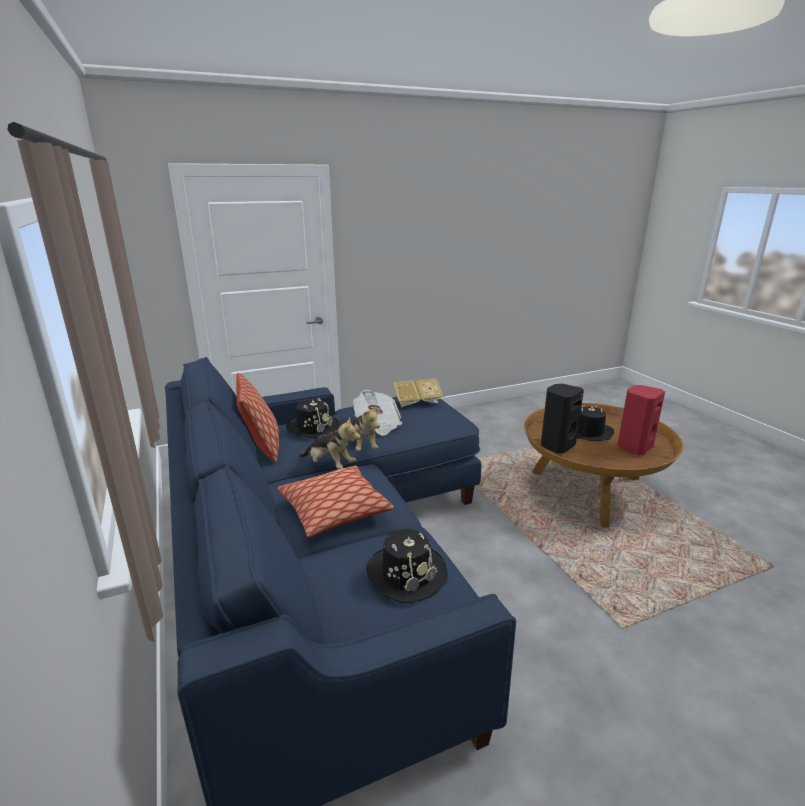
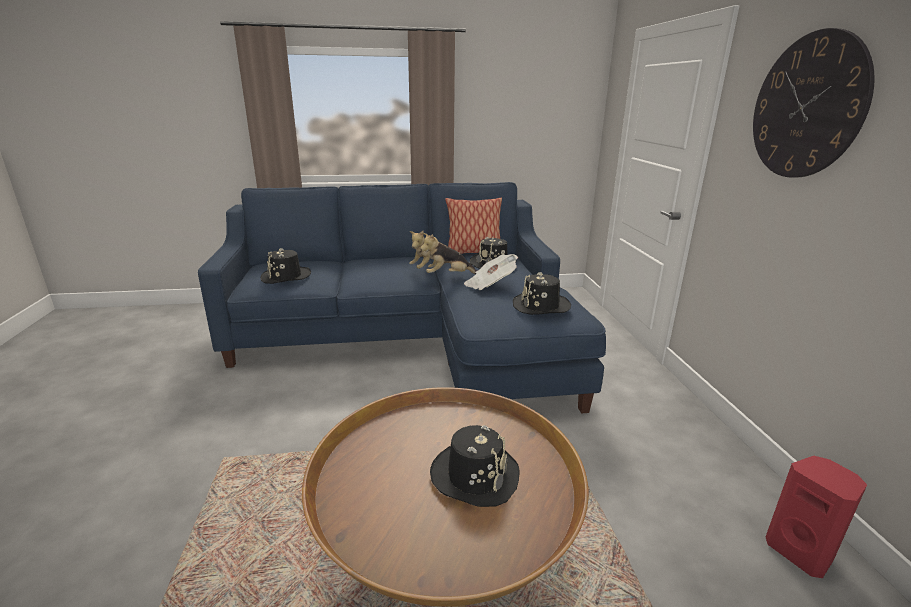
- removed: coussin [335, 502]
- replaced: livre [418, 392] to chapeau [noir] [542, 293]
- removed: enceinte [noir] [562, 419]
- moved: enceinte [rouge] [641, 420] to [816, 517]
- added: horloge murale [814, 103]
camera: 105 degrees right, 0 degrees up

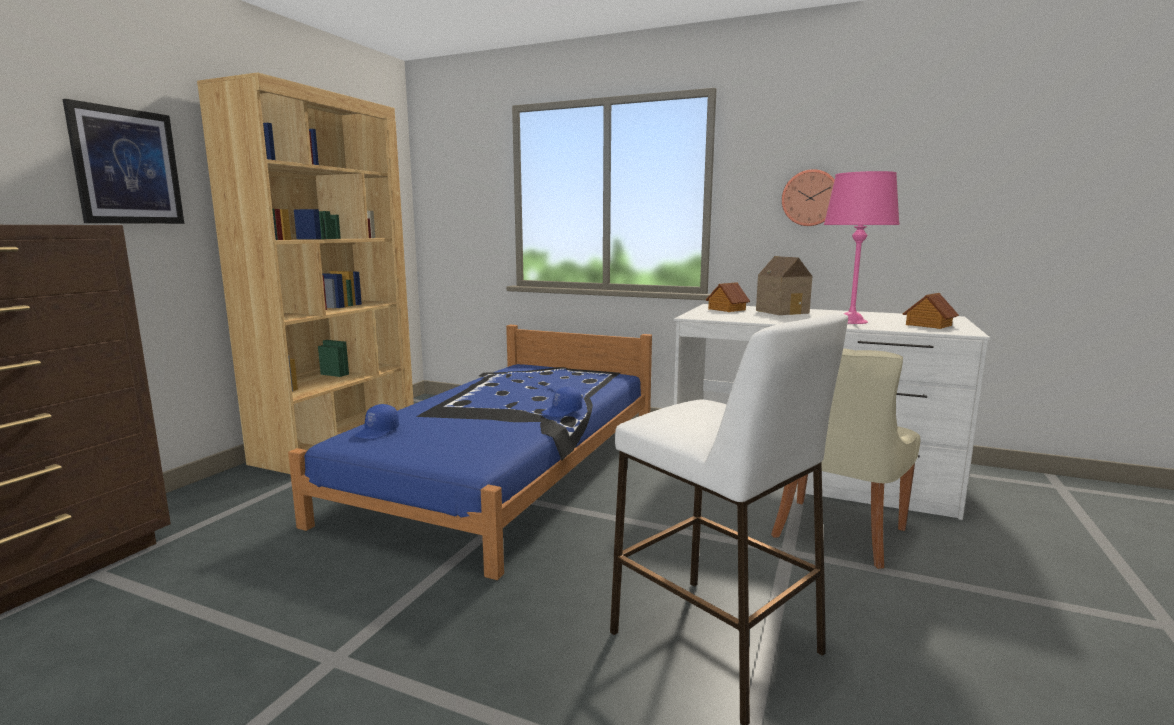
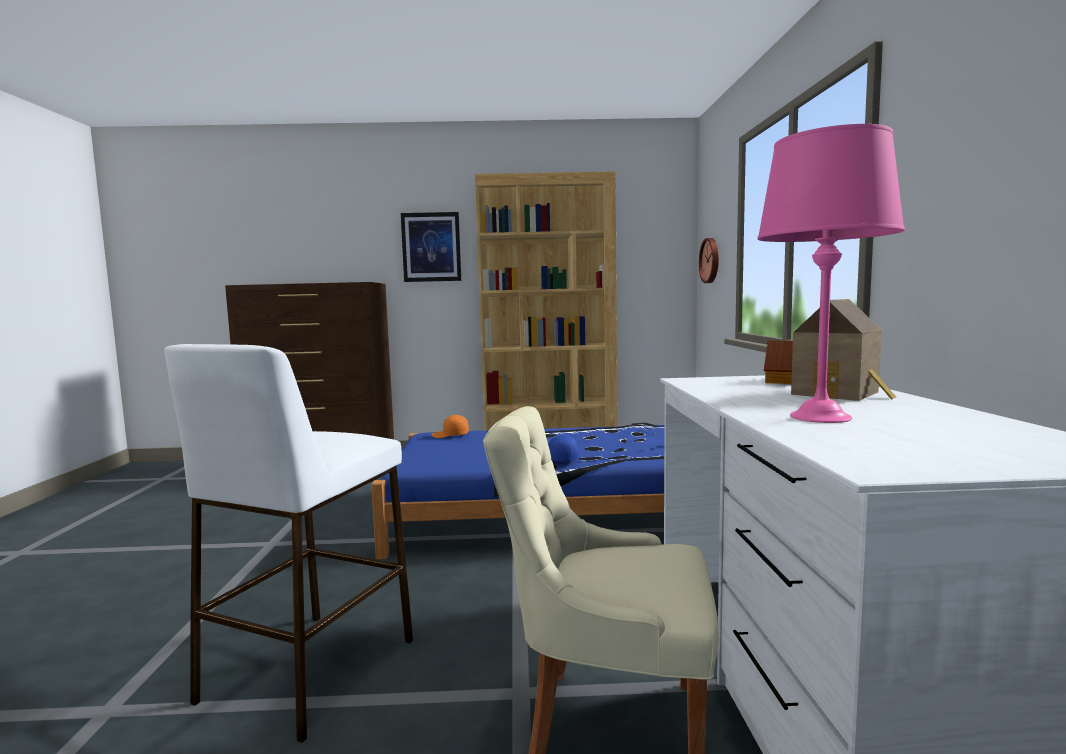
- recoloured: casquette [bleu] [376, 421] to casquette [orange] [450, 426]
- moved: horloge murale [808, 197] to [709, 260]
- removed: maison miniature [931, 311]
camera: 65 degrees right, 5 degrees down

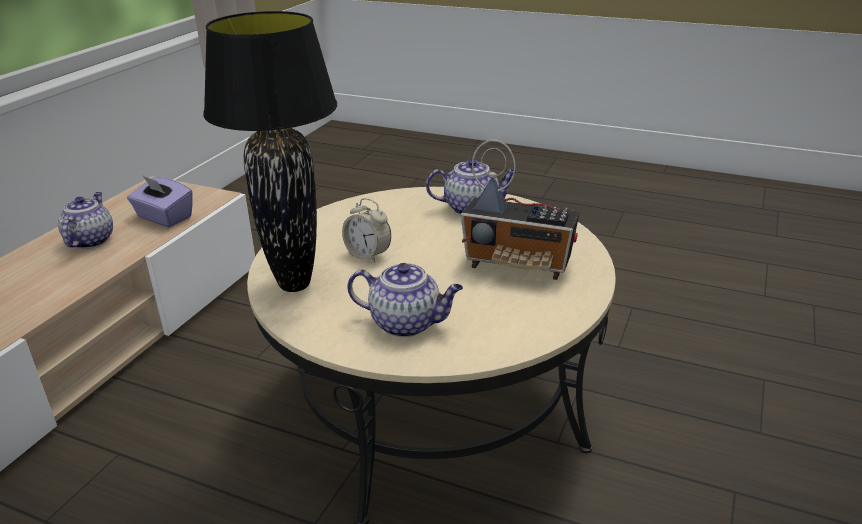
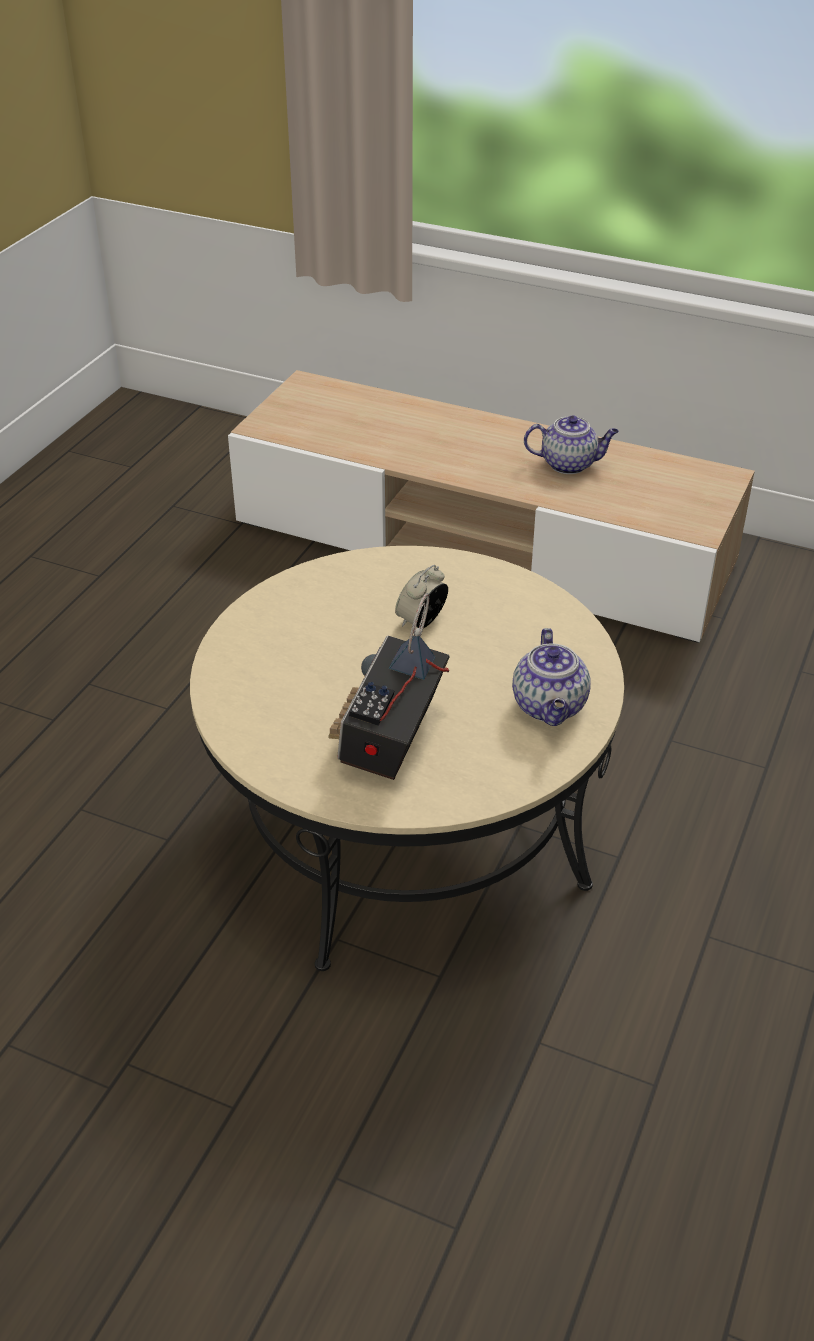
- removed: boîte à mouchoirs [violet] [160, 201]
- removed: lampe de table [noir] [270, 151]
- removed: théière [405, 300]
camera: 90 degrees right, 10 degrees up

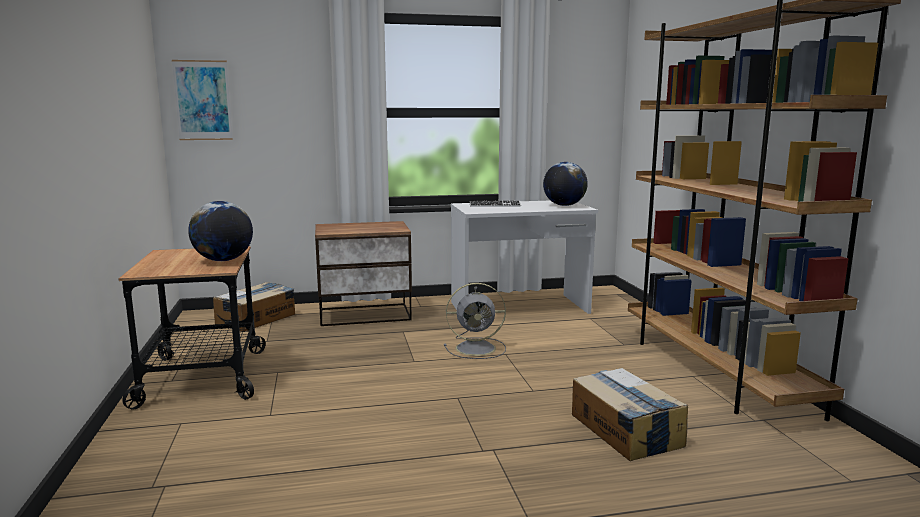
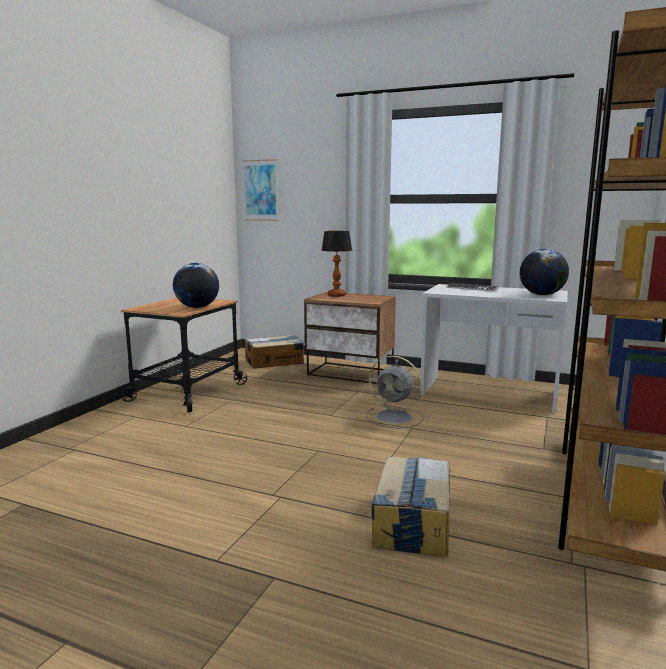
- added: lampe de table [336, 264]
camera: 35 degrees right, 0 degrees up

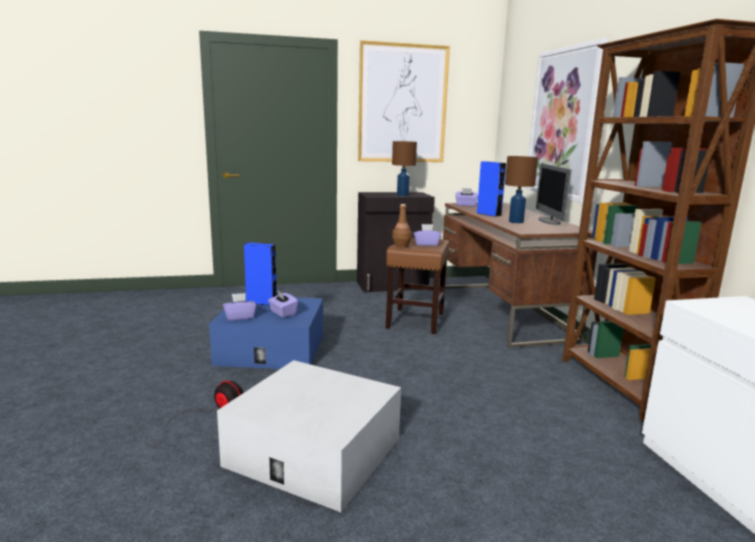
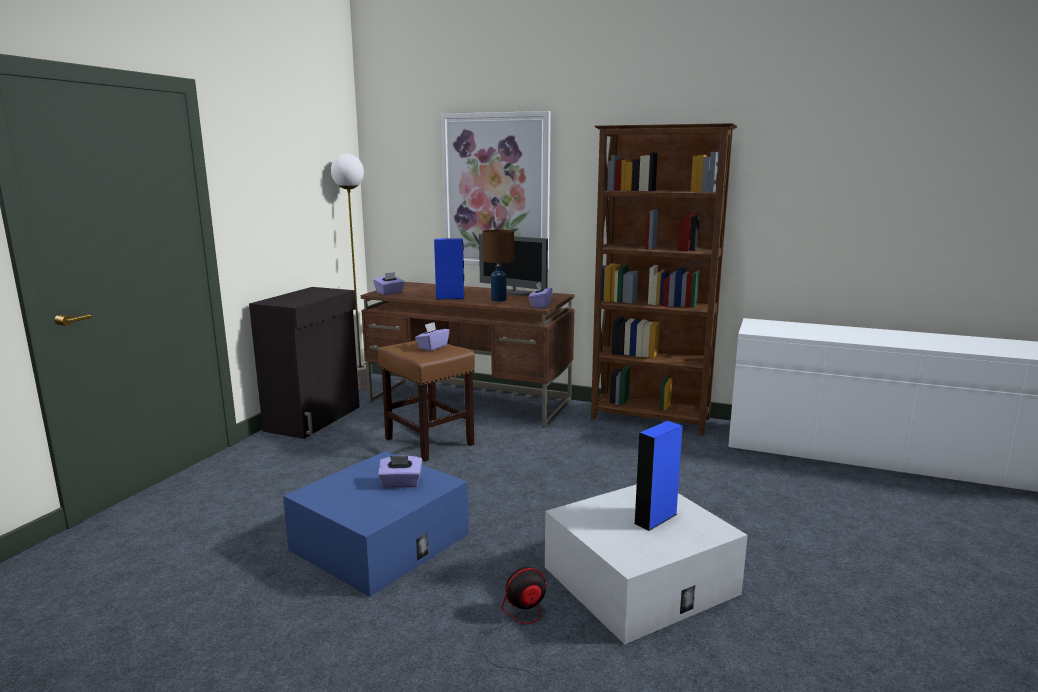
- moved: boîte à mouchoirs [violet] [239, 307] to [541, 295]
- moved: enceinte [bleu] [260, 274] to [658, 476]
- removed: tableau [404, 101]
- removed: lampe de table [marron] [404, 168]
- removed: bouteille [marron] [402, 225]
- added: lampadaire [349, 271]
camera: 55 degrees left, 0 degrees up

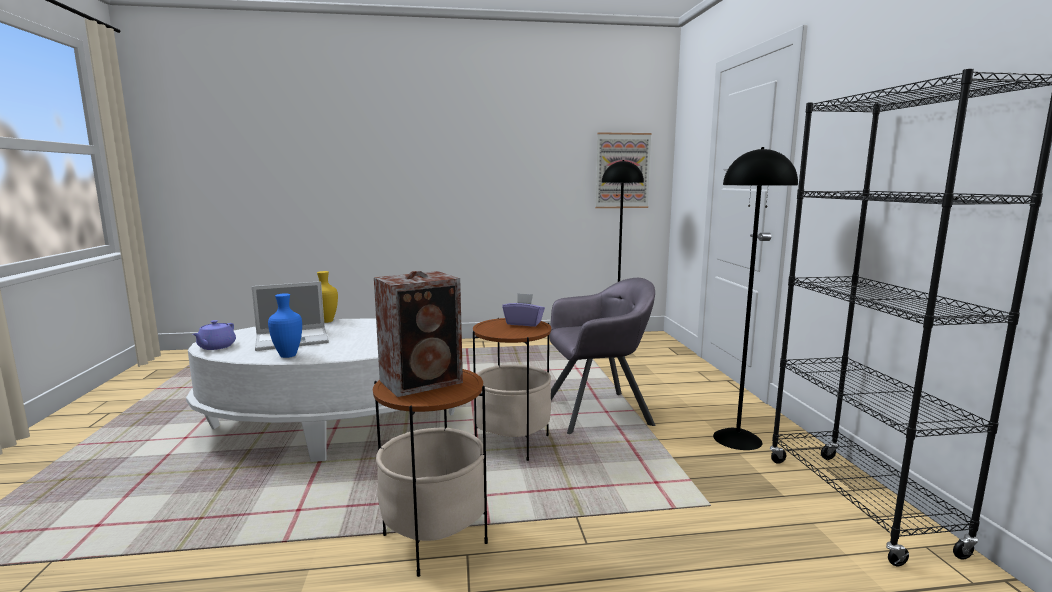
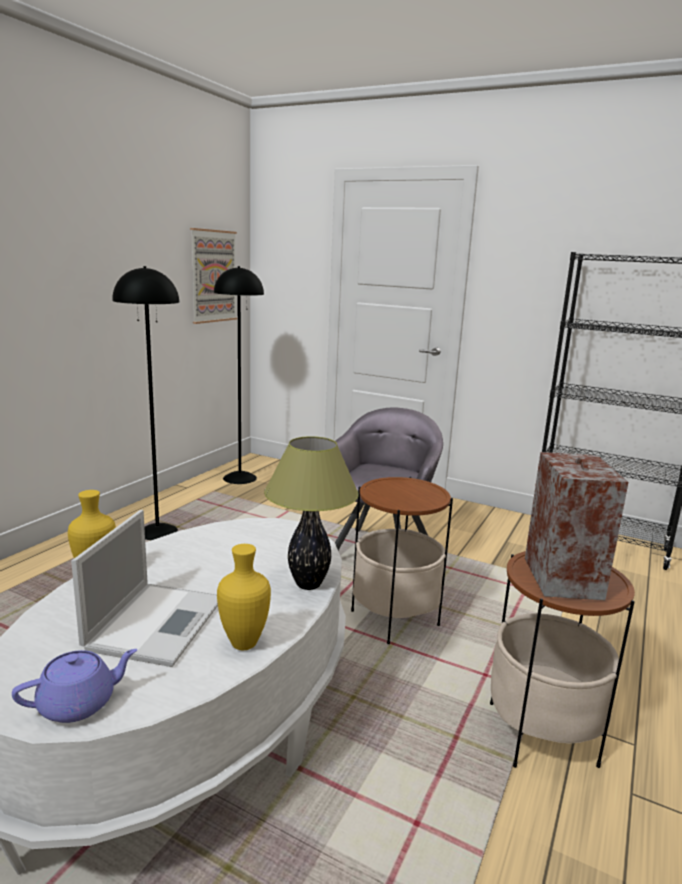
- turned: théière [violet] [214, 335] = [75, 686] 75 degrees counterclockwise
- recoloured: vase [bleu] [285, 325] to vase [jaune] [244, 597]
- removed: boîte à mouchoirs [violet] [523, 309]
- moved: lampadaire [noir] [755, 298] to [145, 403]
- added: lampe de table [311, 513]
camera: 55 degrees left, 5 degrees up

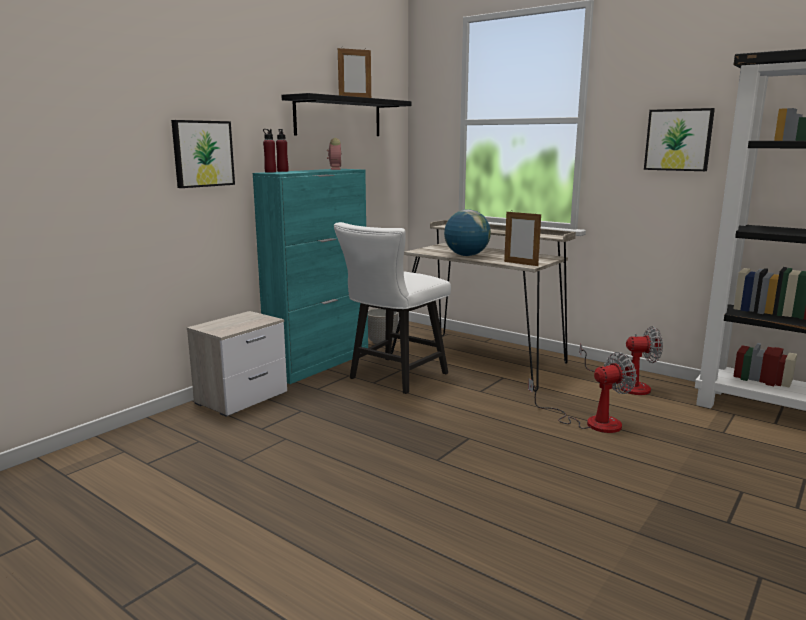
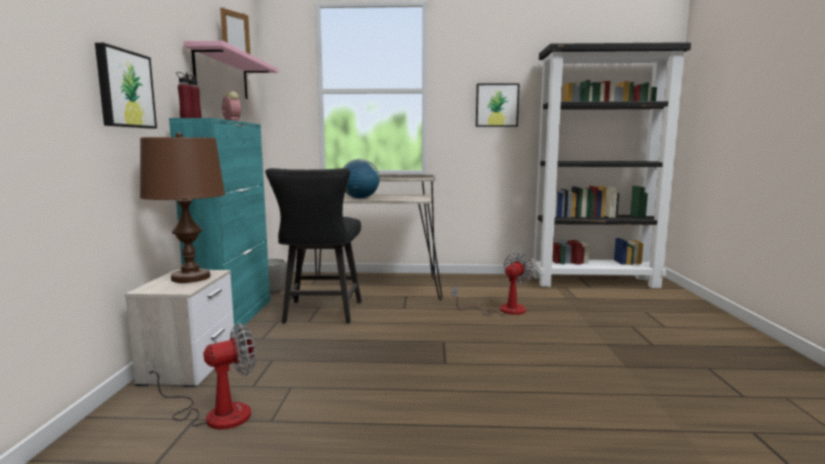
- recoloured: étagère [noir] [346, 114] to étagère [rose] [230, 70]
- recoloured: chaise [blanc] [392, 308] to chaise [noir] [313, 246]
- removed: cadre photo [522, 239]
- moved: ventilateur [621, 360] to [201, 376]
- added: lampe de table [marron] [182, 207]
camera: 35 degrees left, 5 degrees down

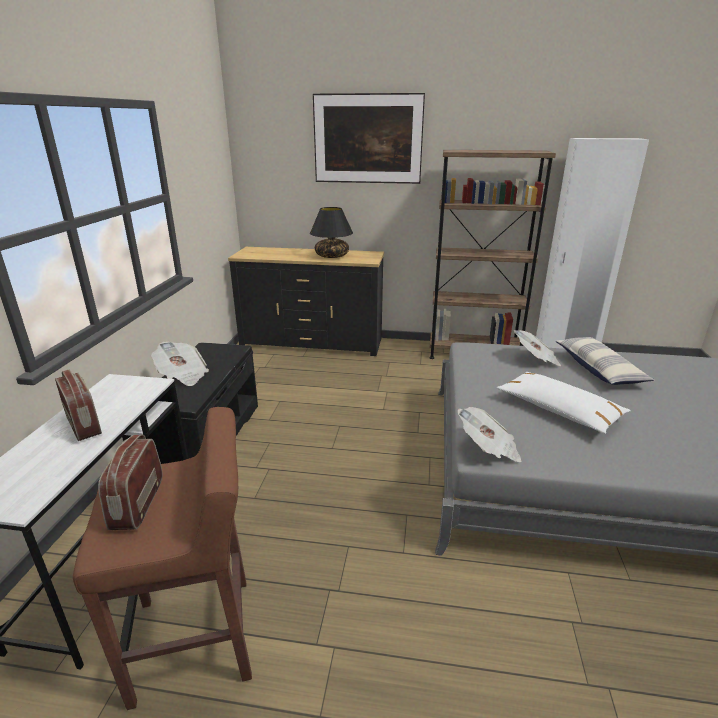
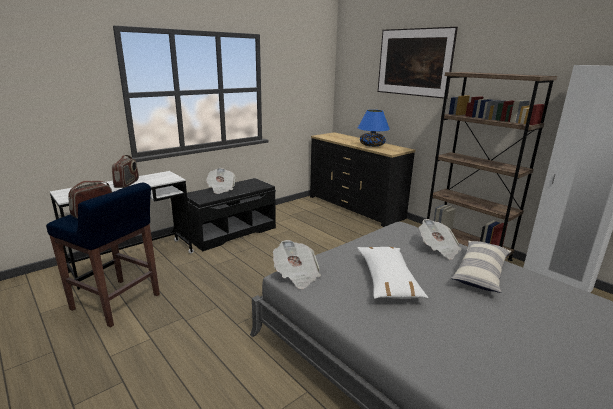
- recoloured: tabouret [marron] [162, 558] to tabouret [bleu] [103, 255]
- recoloured: lampe de table [noir] [331, 232] to lampe de table [bleu] [374, 128]
camera: 40 degrees right, 5 degrees down

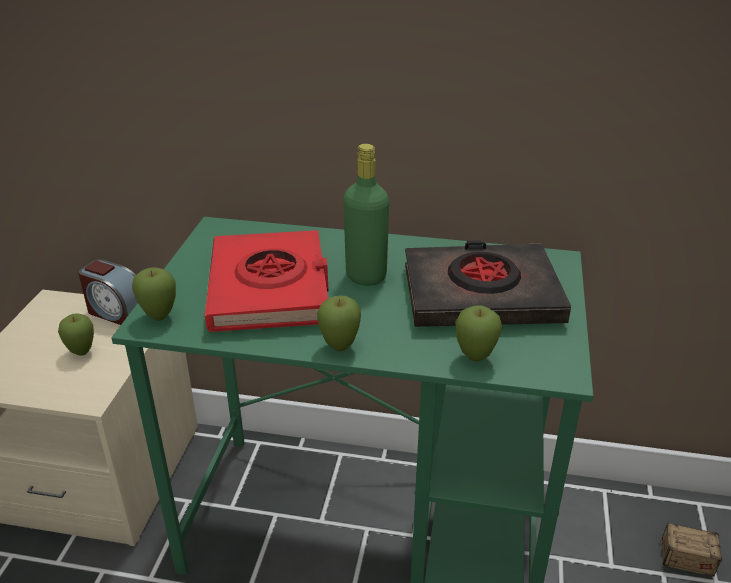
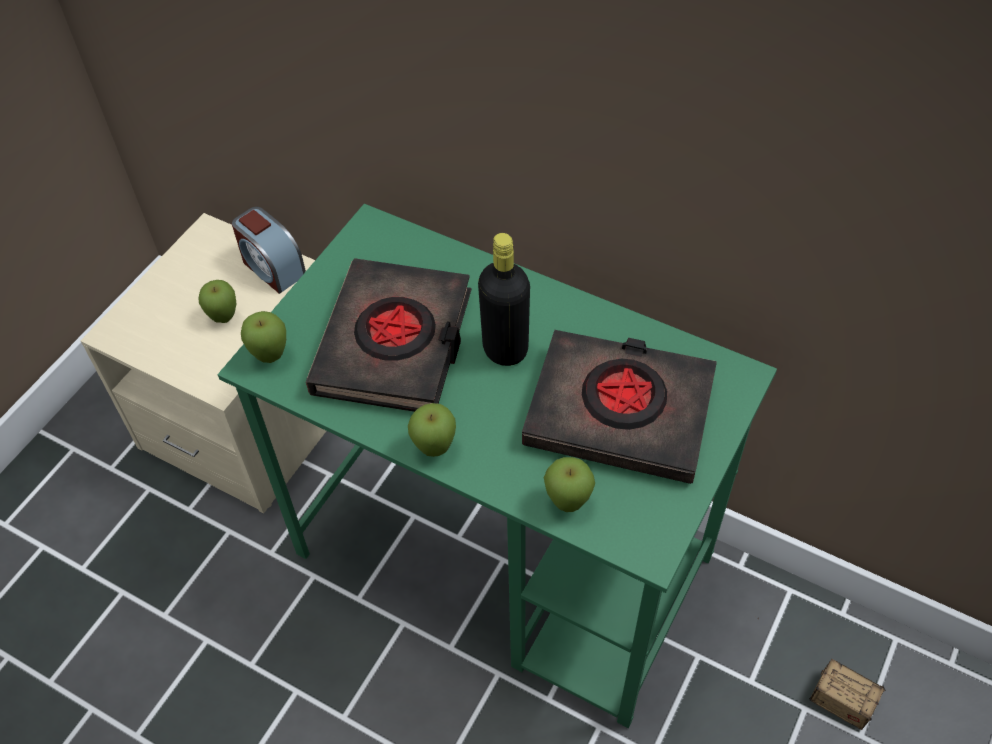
- recoloured: livre [rouge] [267, 281] to livre [noir] [389, 335]
- recoloured: bouteille [vert] [366, 215] to bouteille [noir] [504, 299]
camera: 20 degrees right, 20 degrees up

